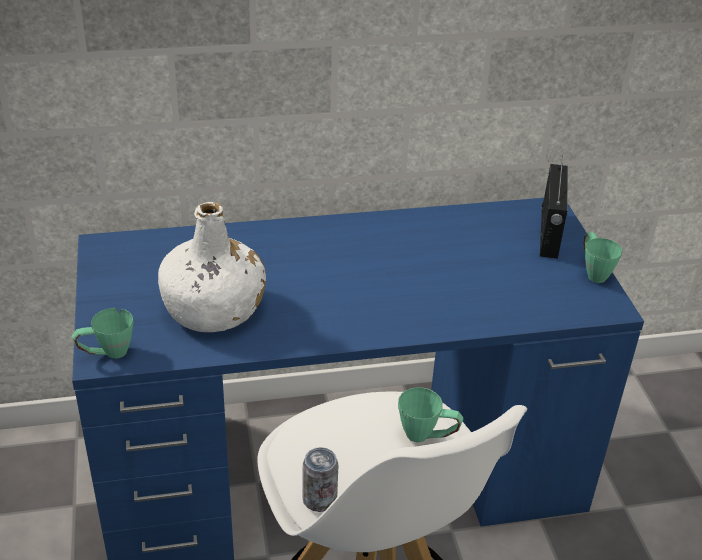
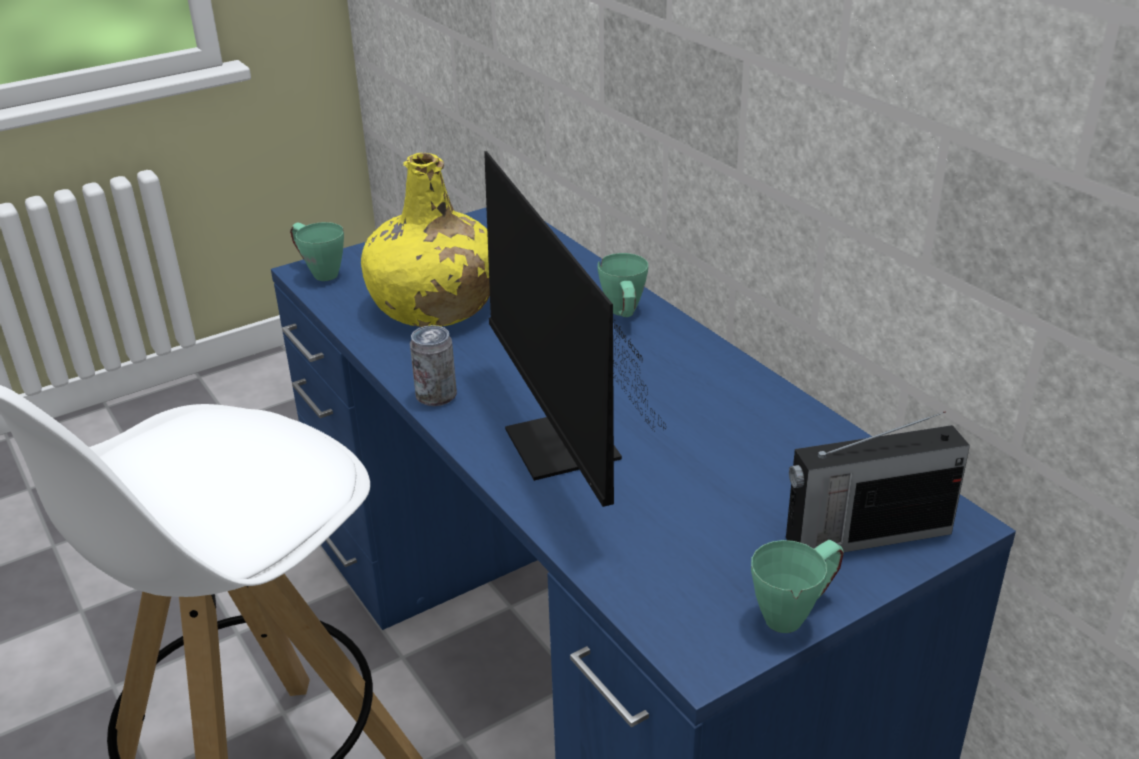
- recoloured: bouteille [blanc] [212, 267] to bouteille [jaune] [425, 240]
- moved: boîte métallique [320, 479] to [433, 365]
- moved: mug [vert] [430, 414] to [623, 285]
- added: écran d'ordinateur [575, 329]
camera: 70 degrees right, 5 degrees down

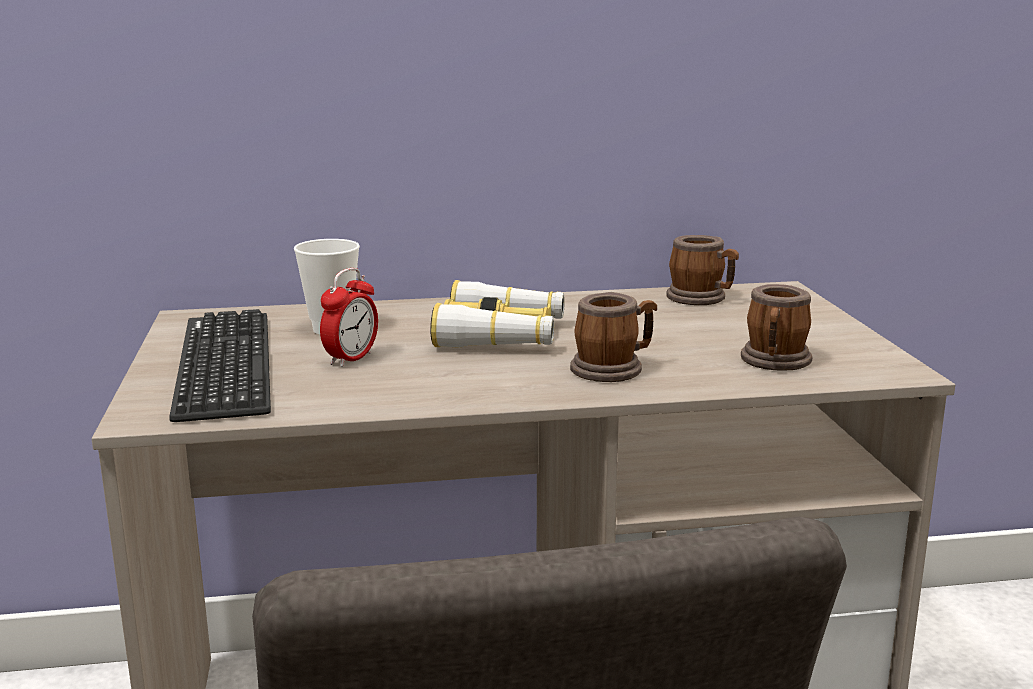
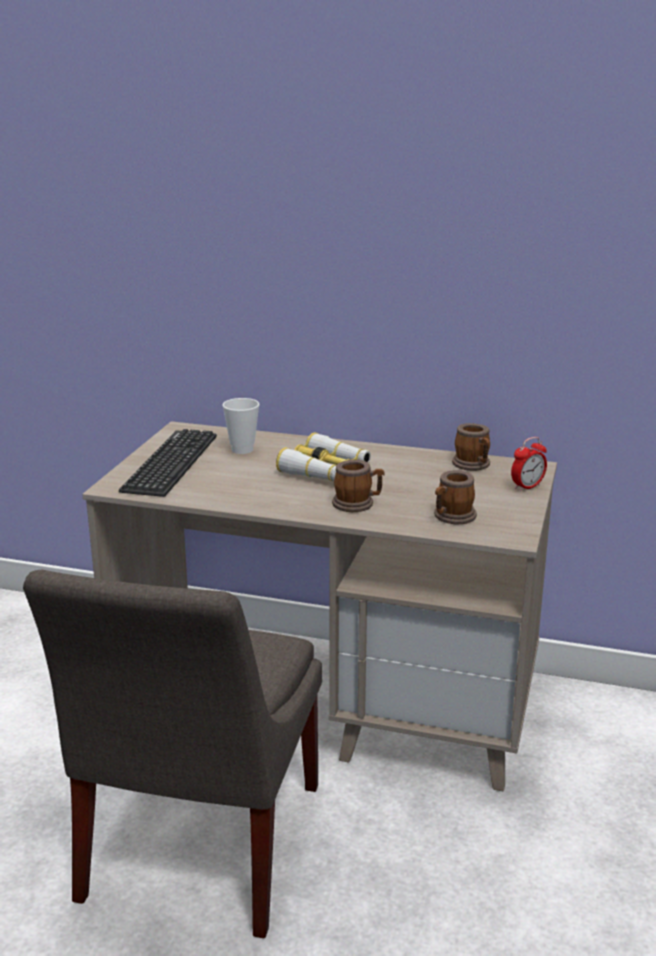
- moved: réveil [349, 317] to [529, 464]
camera: 25 degrees right, 5 degrees up

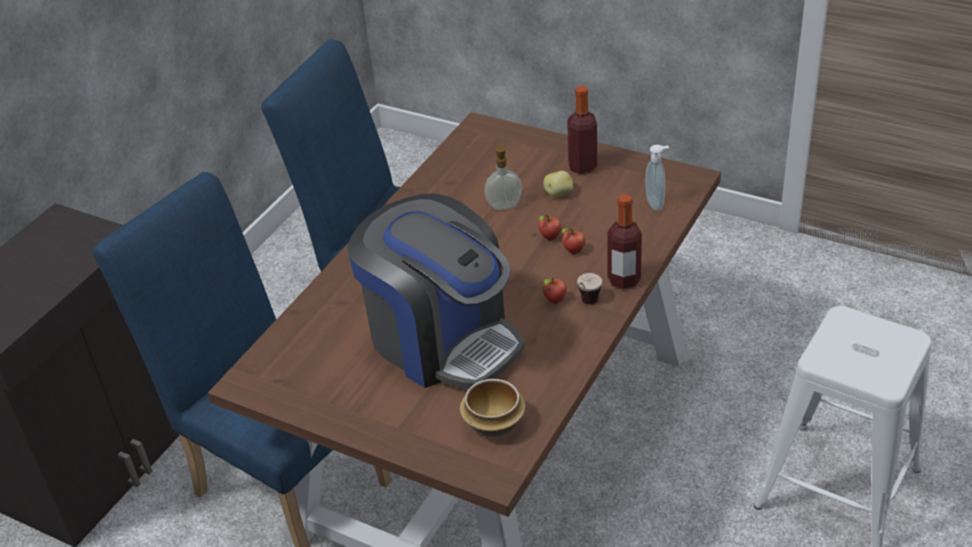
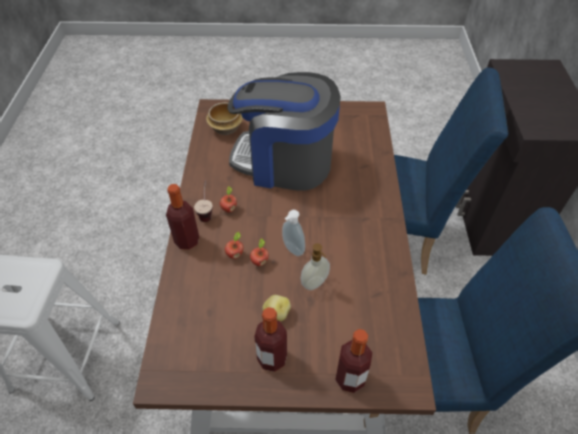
- moved: distributeur de savon [657, 177] to [293, 233]
- added: bouteille [353, 361]
camera: 150 degrees right, 10 degrees up

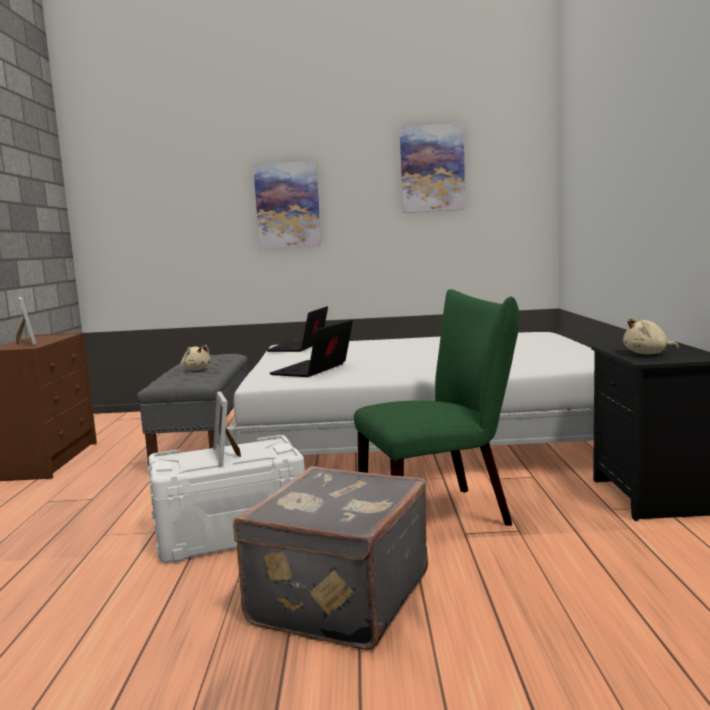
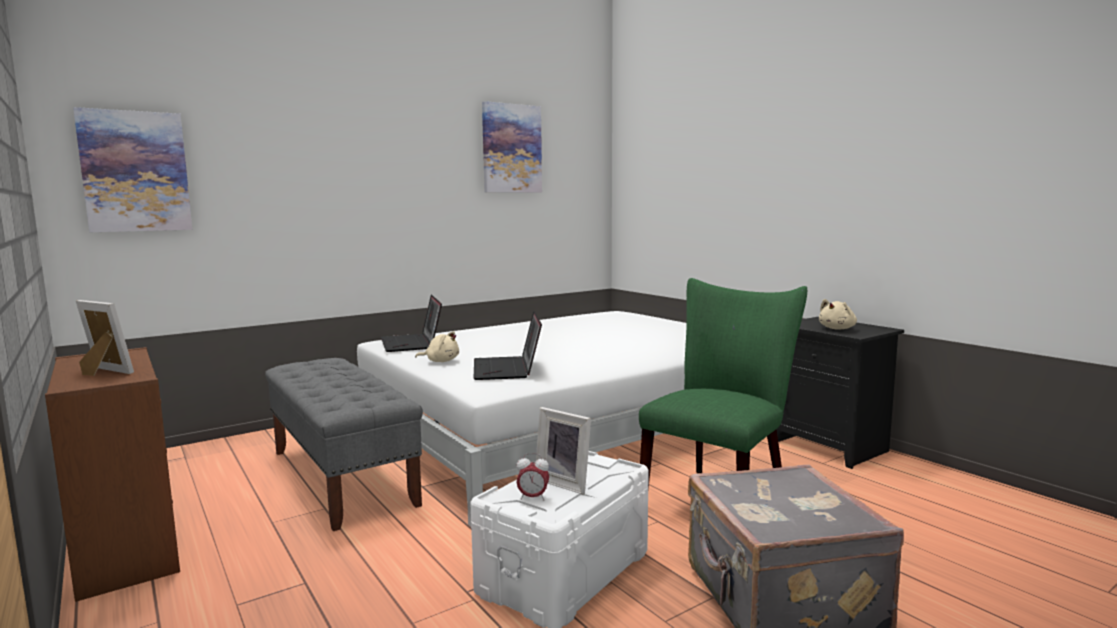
- moved: peluche [beige] [196, 357] to [437, 346]
- moved: tableau [287, 205] to [132, 169]
- added: réveil [533, 477]
camera: 35 degrees left, 0 degrees up

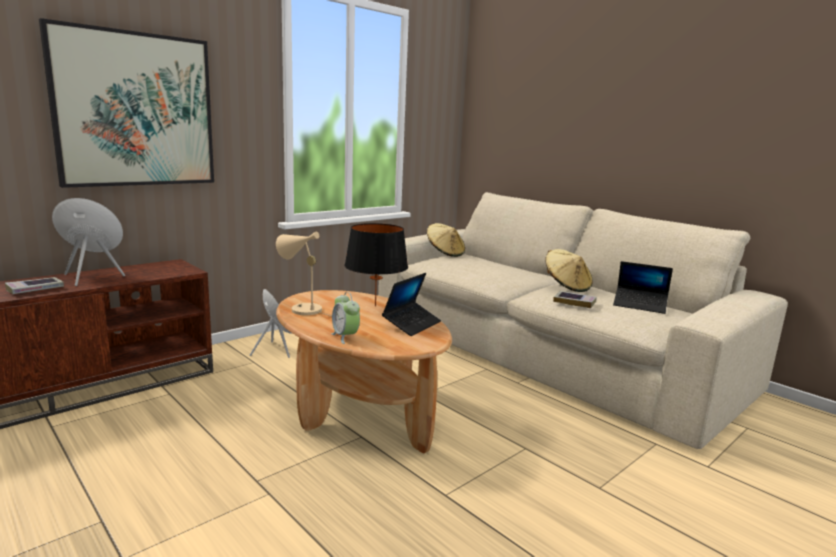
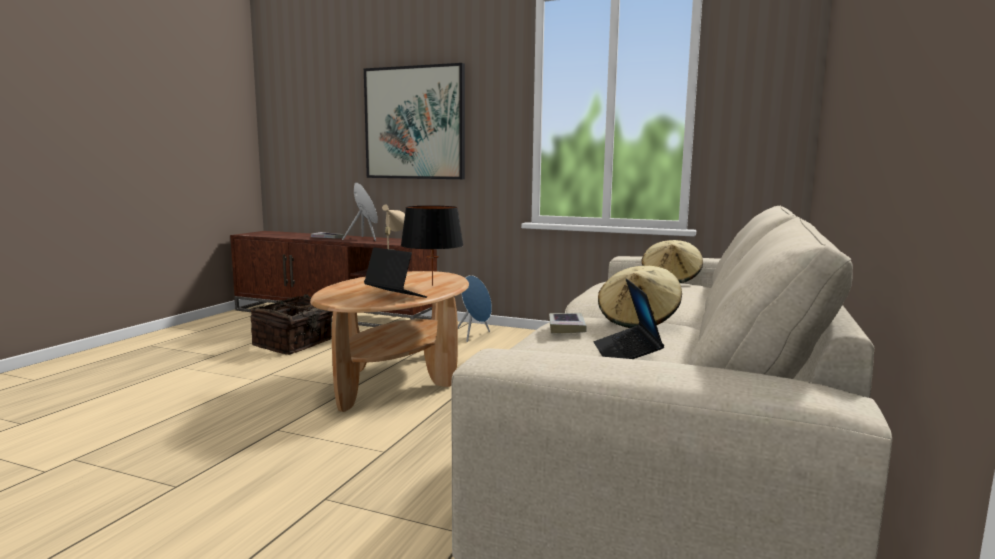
- removed: réveil [345, 318]
- turned: ordinateur portable [411, 304] = [395, 273] 150 degrees counterclockwise
- added: panier [291, 324]
camera: 65 degrees right, 5 degrees down

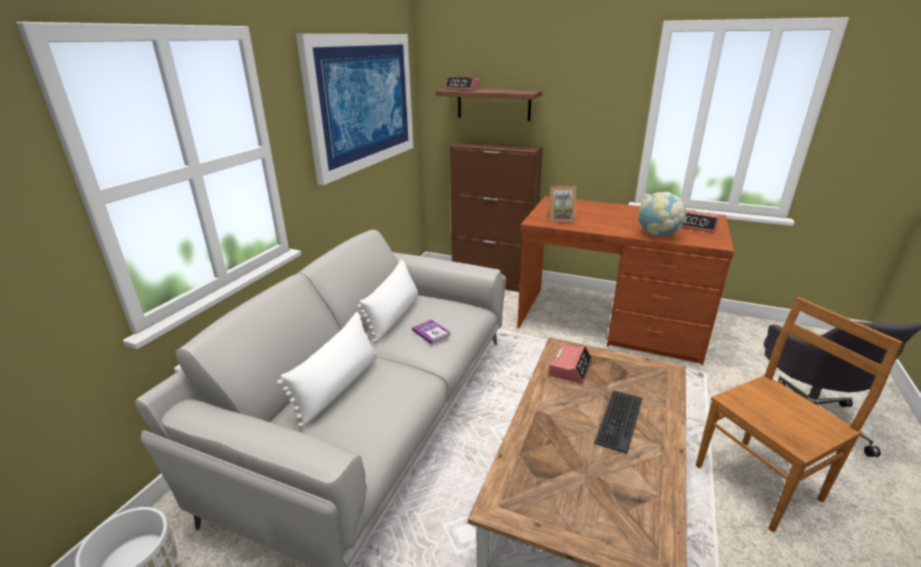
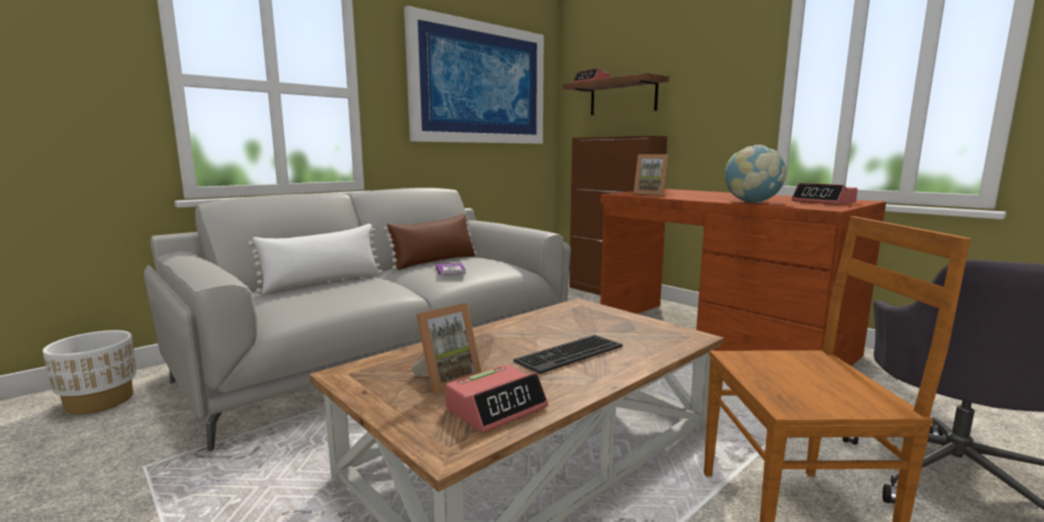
- recoloured: coussin [blanc] [387, 301] to coussin [marron] [429, 241]
- moved: réveil [570, 363] to [497, 398]
- added: cadre photo [446, 348]
camera: 25 degrees right, 15 degrees down

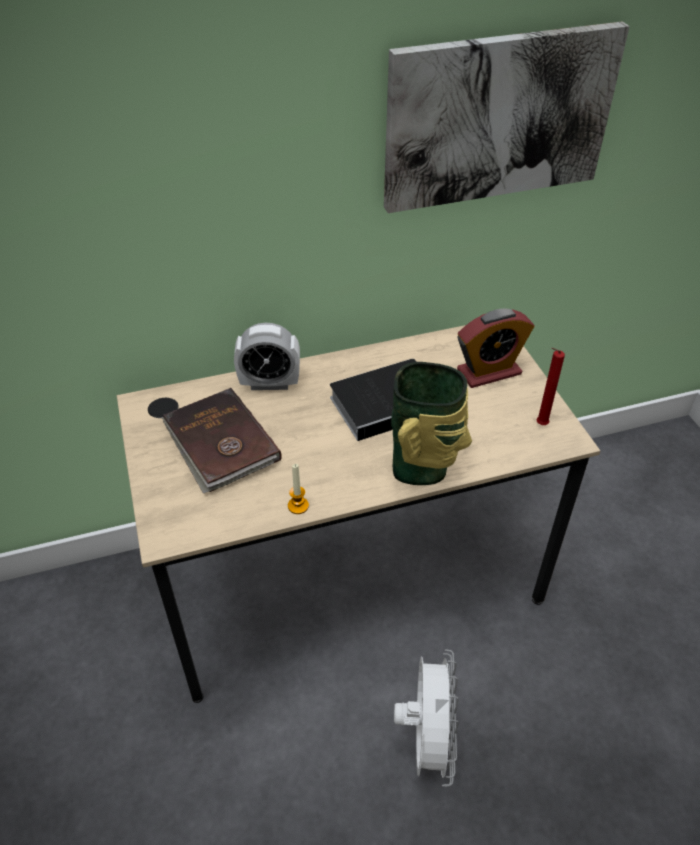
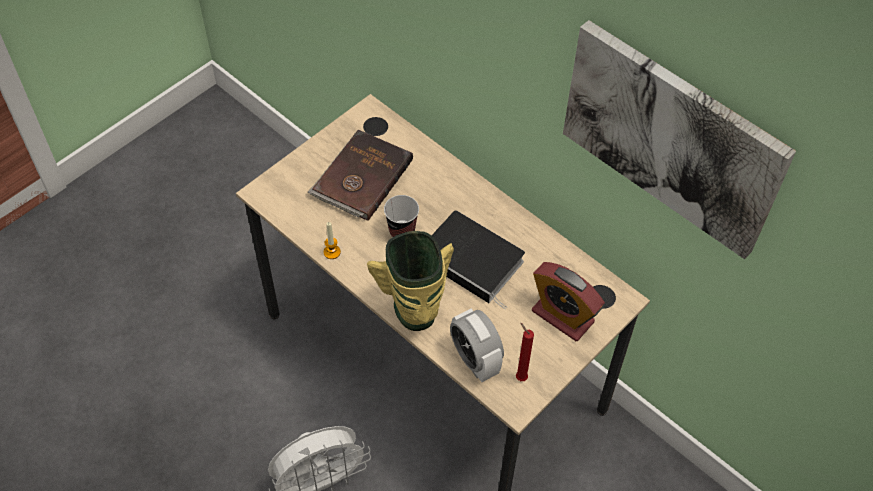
- moved: réveil [267, 356] to [477, 345]
- added: tasse [401, 216]
camera: 60 degrees right, 10 degrees up

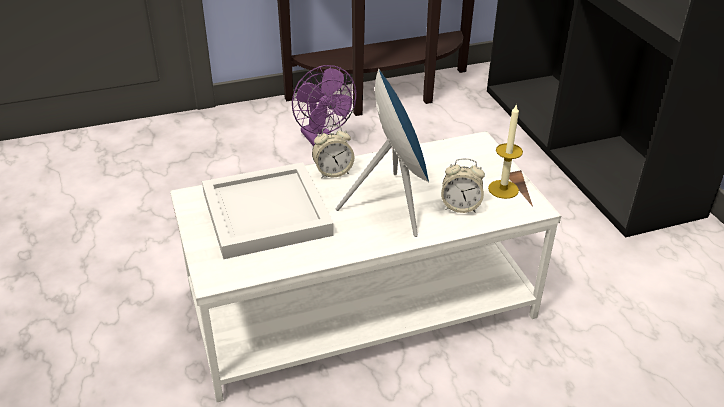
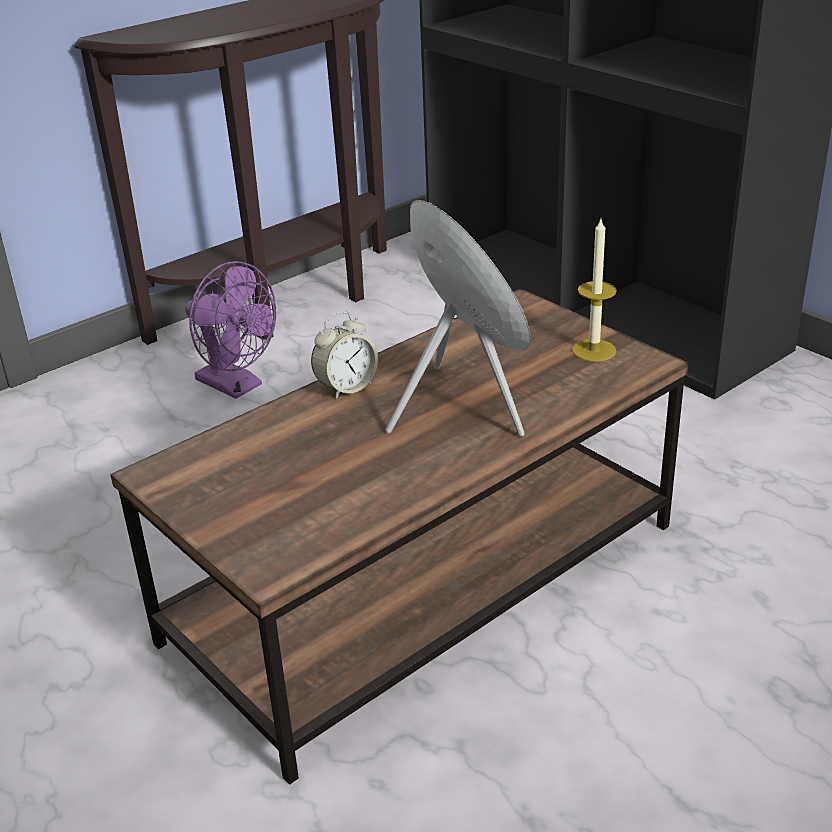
- recoloured: table basse [blanc] [365, 266] to table basse [marron] [399, 536]
- removed: plateau [blanc] [268, 210]
- removed: réveil [463, 185]
camera: 20 degrees left, 5 degrees down

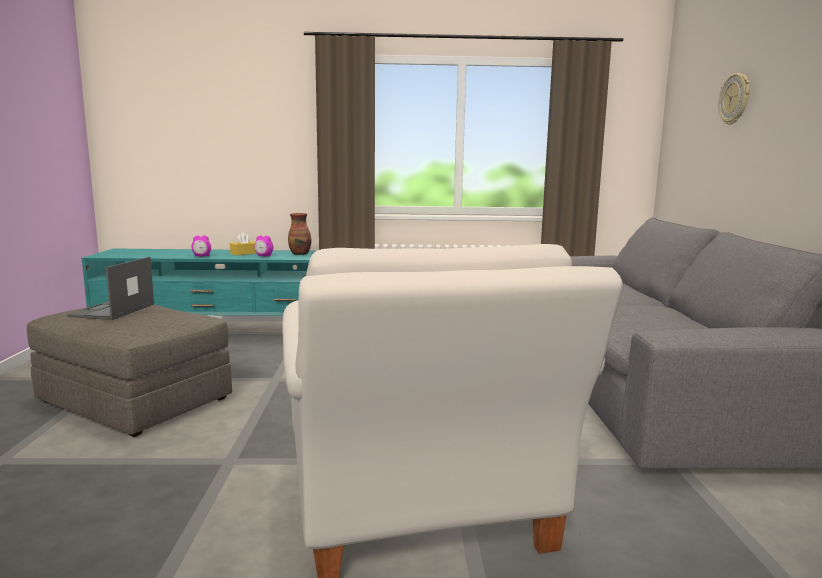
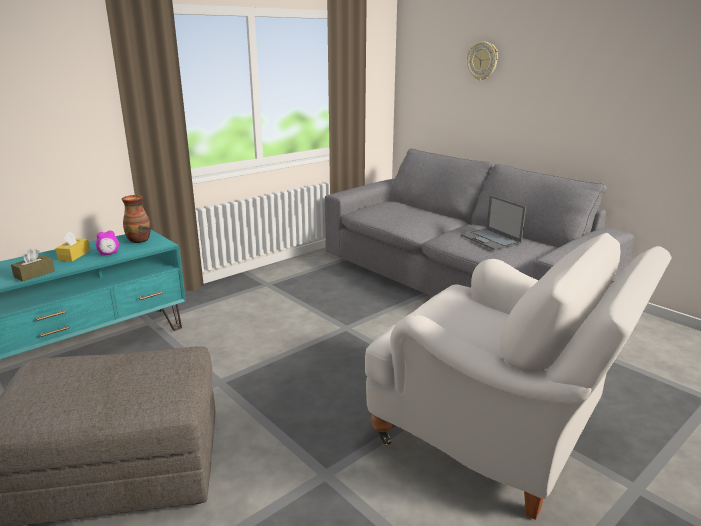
- moved: ordinateur portable [110, 288] to [493, 222]
- replaced: réveil [201, 246] to boîte à mouchoirs [marron] [33, 265]
camera: 40 degrees left, 10 degrees up

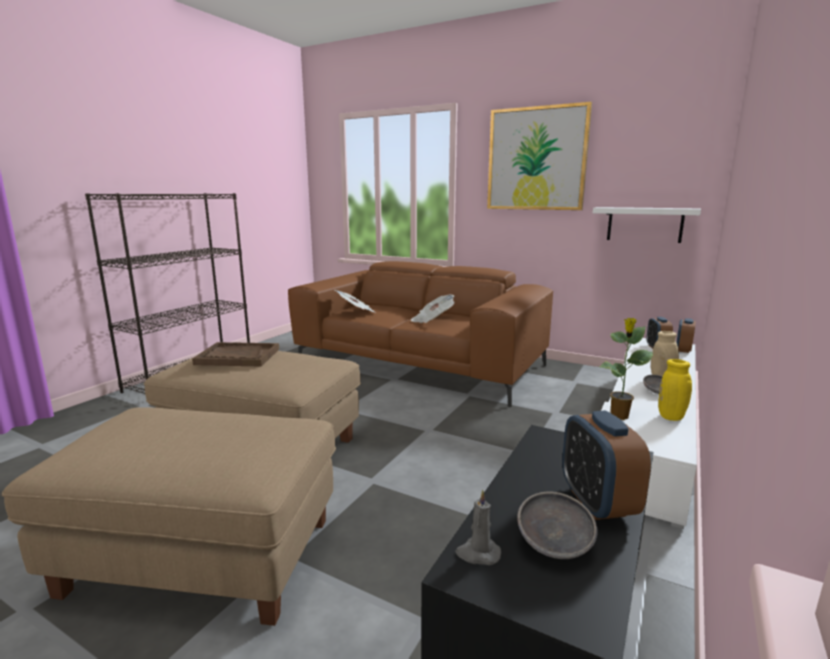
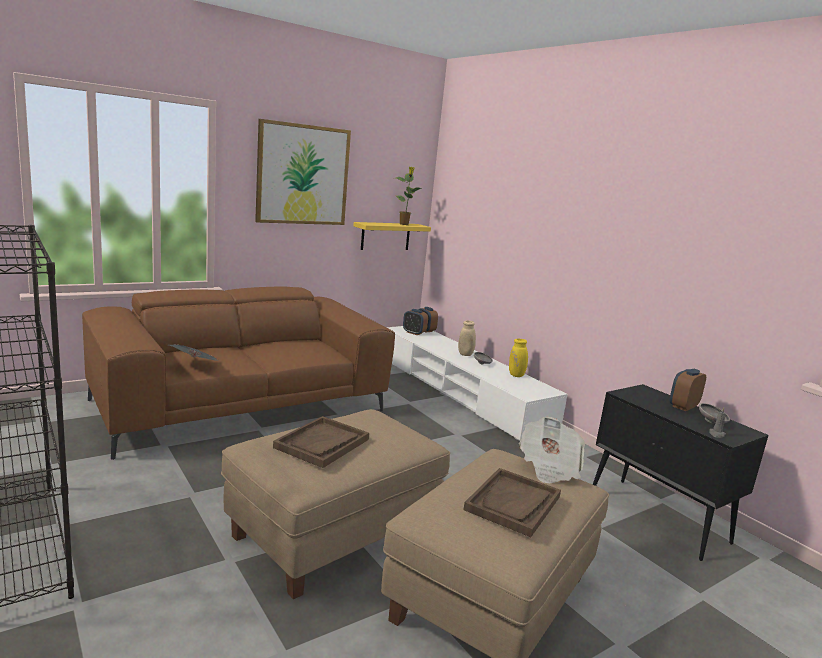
- moved: journal [433, 308] to [552, 450]
- turned: réveil [606, 465] = [687, 390] 120 degrees clockwise
- recoloured: étagère [blanc] [647, 225] to étagère [jaune] [392, 236]
- moved: plante en pot [626, 369] to [409, 196]
- added: plateau [marron] [512, 502]
camera: 65 degrees left, 0 degrees up

